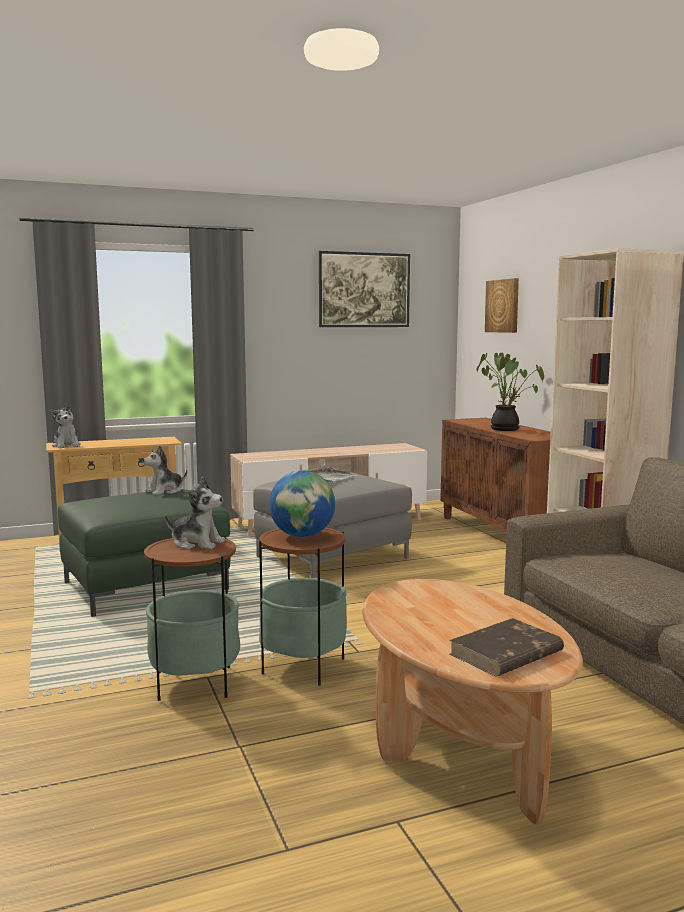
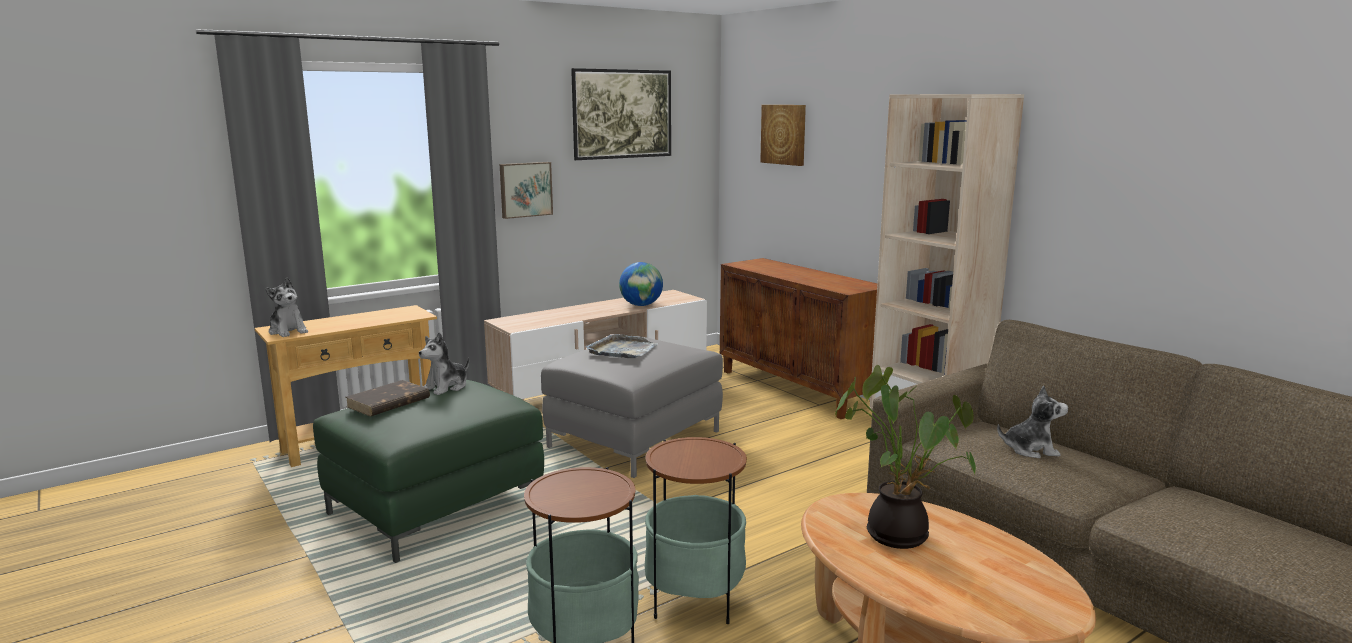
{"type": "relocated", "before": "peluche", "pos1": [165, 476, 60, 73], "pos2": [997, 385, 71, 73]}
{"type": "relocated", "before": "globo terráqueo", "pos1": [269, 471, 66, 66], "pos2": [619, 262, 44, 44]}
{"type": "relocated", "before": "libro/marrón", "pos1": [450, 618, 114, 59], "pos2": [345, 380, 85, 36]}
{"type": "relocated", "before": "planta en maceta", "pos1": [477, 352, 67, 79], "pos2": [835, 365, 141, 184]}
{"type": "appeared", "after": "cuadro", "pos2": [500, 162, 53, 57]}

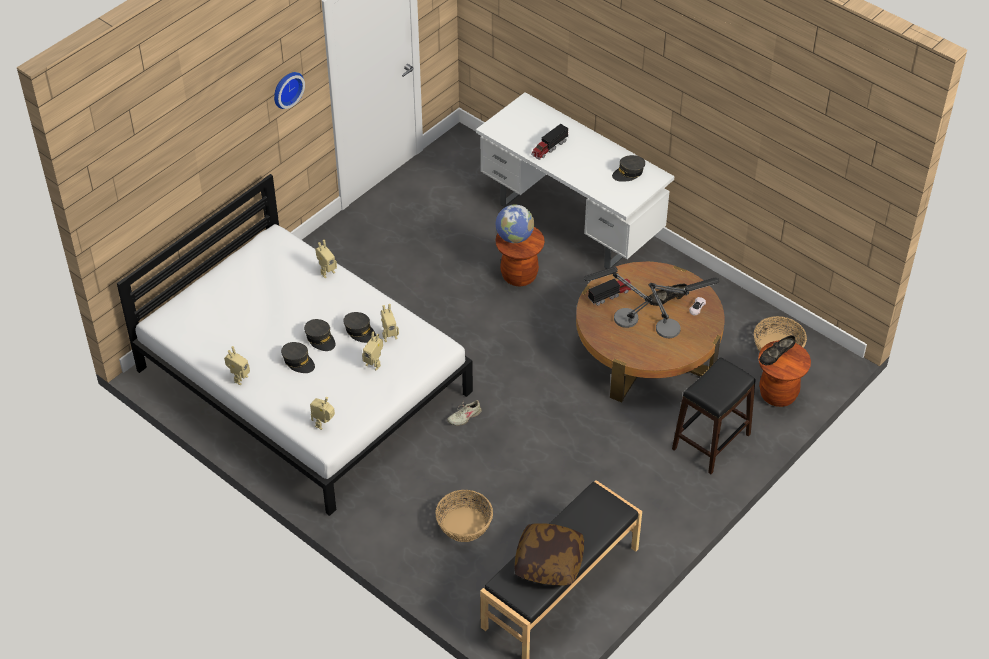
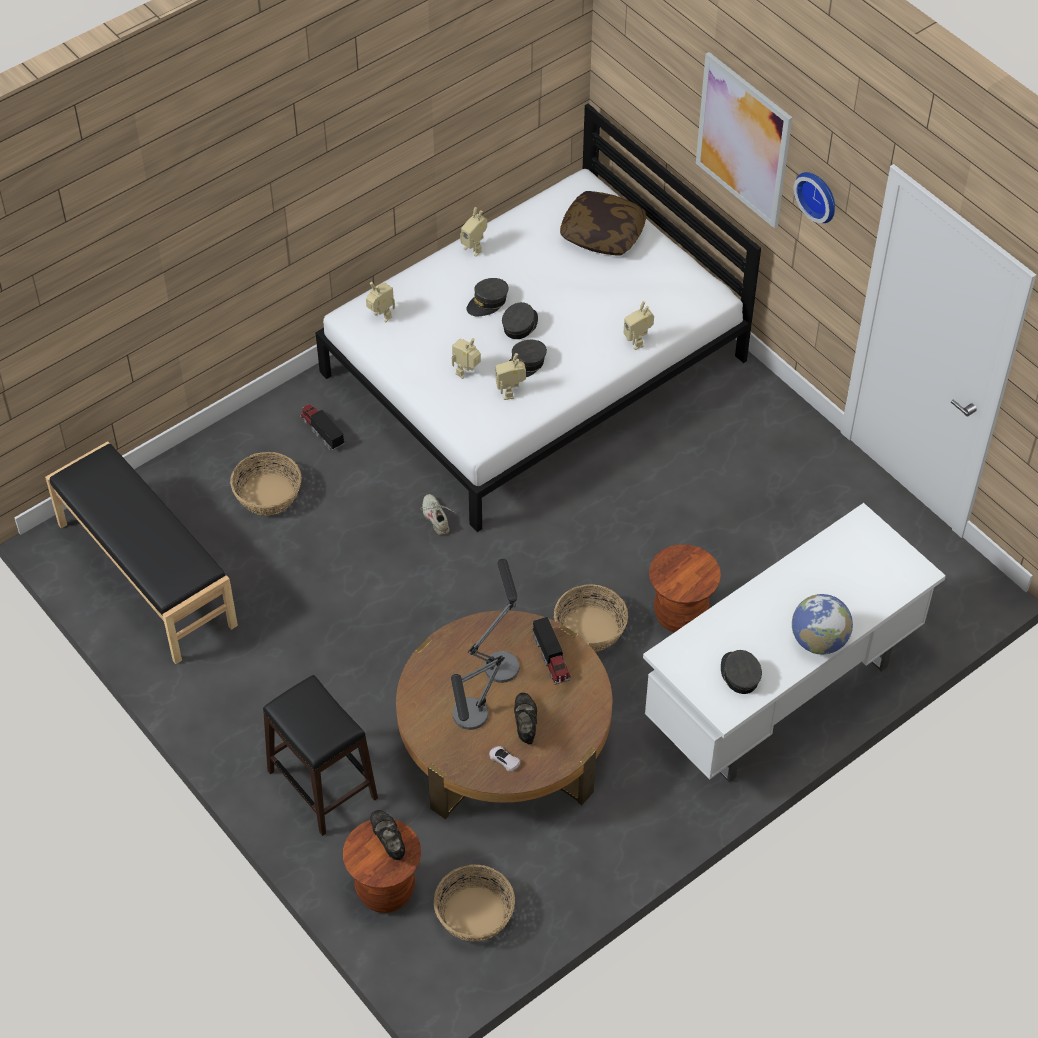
{"type": "spun", "before": "gorra/gris", "pos1": [304, 319, 31, 32], "pos2": [502, 302, 36, 37], "turn": 150}
{"type": "relocated", "before": "globo terráqueo", "pos1": [496, 204, 38, 39], "pos2": [792, 594, 61, 60]}
{"type": "relocated", "before": "cojín", "pos1": [514, 523, 70, 63], "pos2": [560, 191, 86, 64]}
{"type": "relocated", "before": "camión de juguete", "pos1": [531, 124, 38, 36], "pos2": [300, 404, 45, 47]}
{"type": "appeared", "after": "cesta", "pos2": [554, 584, 74, 68]}
{"type": "appeared", "after": "cuadro", "pos2": [696, 52, 96, 176]}

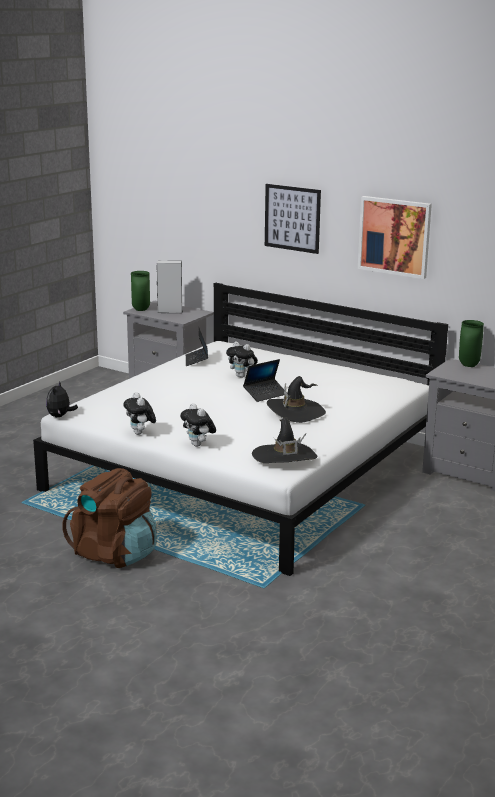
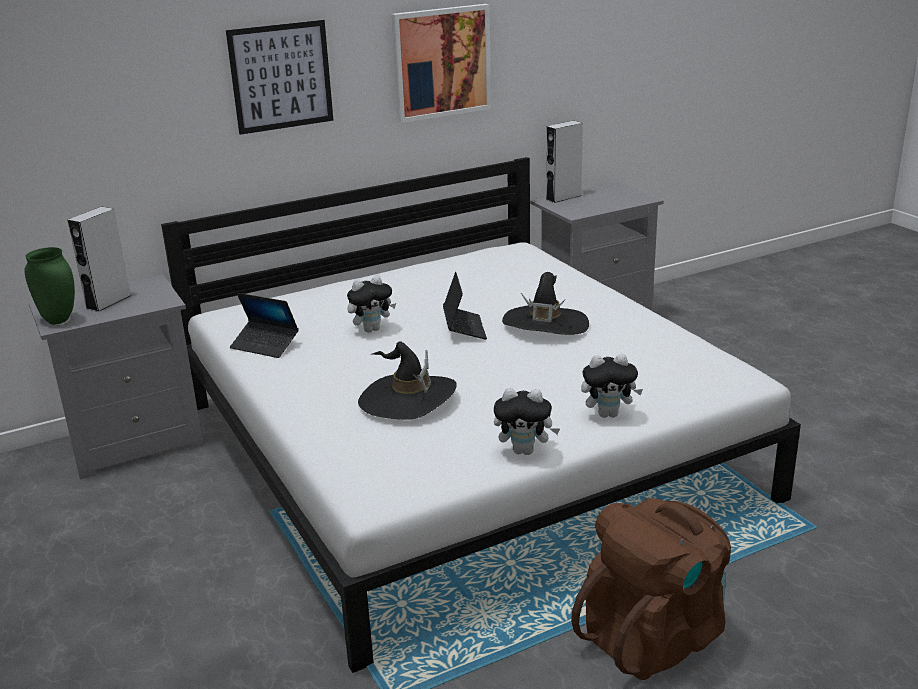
{"type": "missing", "before": "peluche", "pos1": [46, 381, 32, 36]}
{"type": "relocated", "before": "sombrero/negro", "pos1": [252, 417, 66, 46], "pos2": [358, 341, 99, 79]}
{"type": "exchanged", "before": "florero/verde", "after": "altavoz/gris", "pos1": [459, 320, 25, 47], "pos2": [545, 121, 38, 82]}

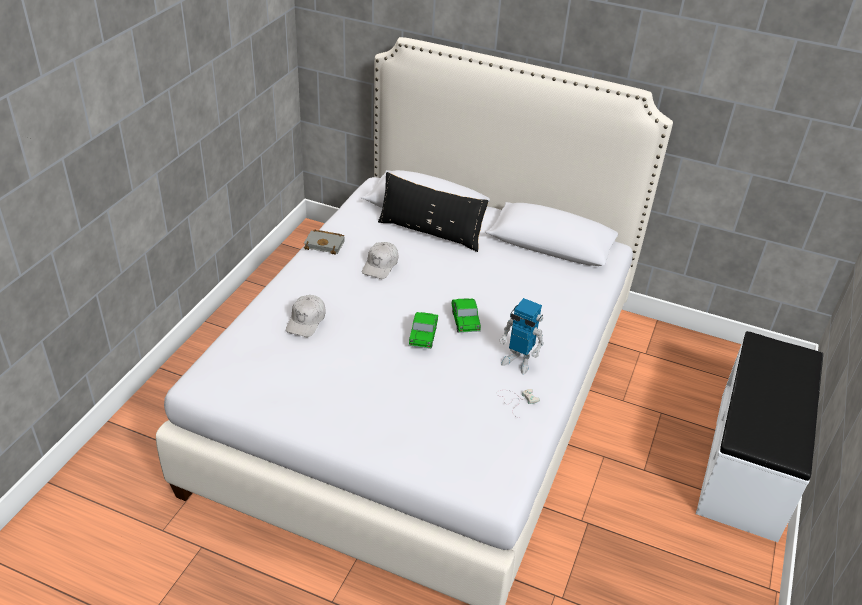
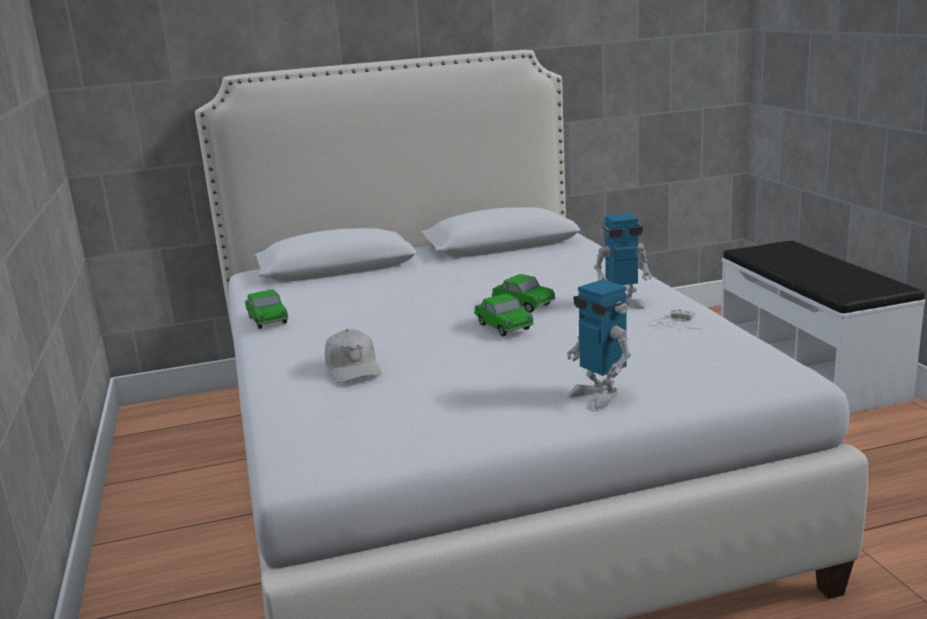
{"type": "exchanged", "before": "libro/gris", "after": "coche de juguete", "pos1": [304, 229, 41, 26], "pos2": [245, 289, 43, 40]}
{"type": "missing", "before": "gorra/blanco", "pos1": [362, 242, 37, 37]}
{"type": "missing", "before": "cojín/negro", "pos1": [378, 172, 111, 80]}
{"type": "appeared", "after": "robot de juguete", "pos2": [567, 279, 64, 130]}

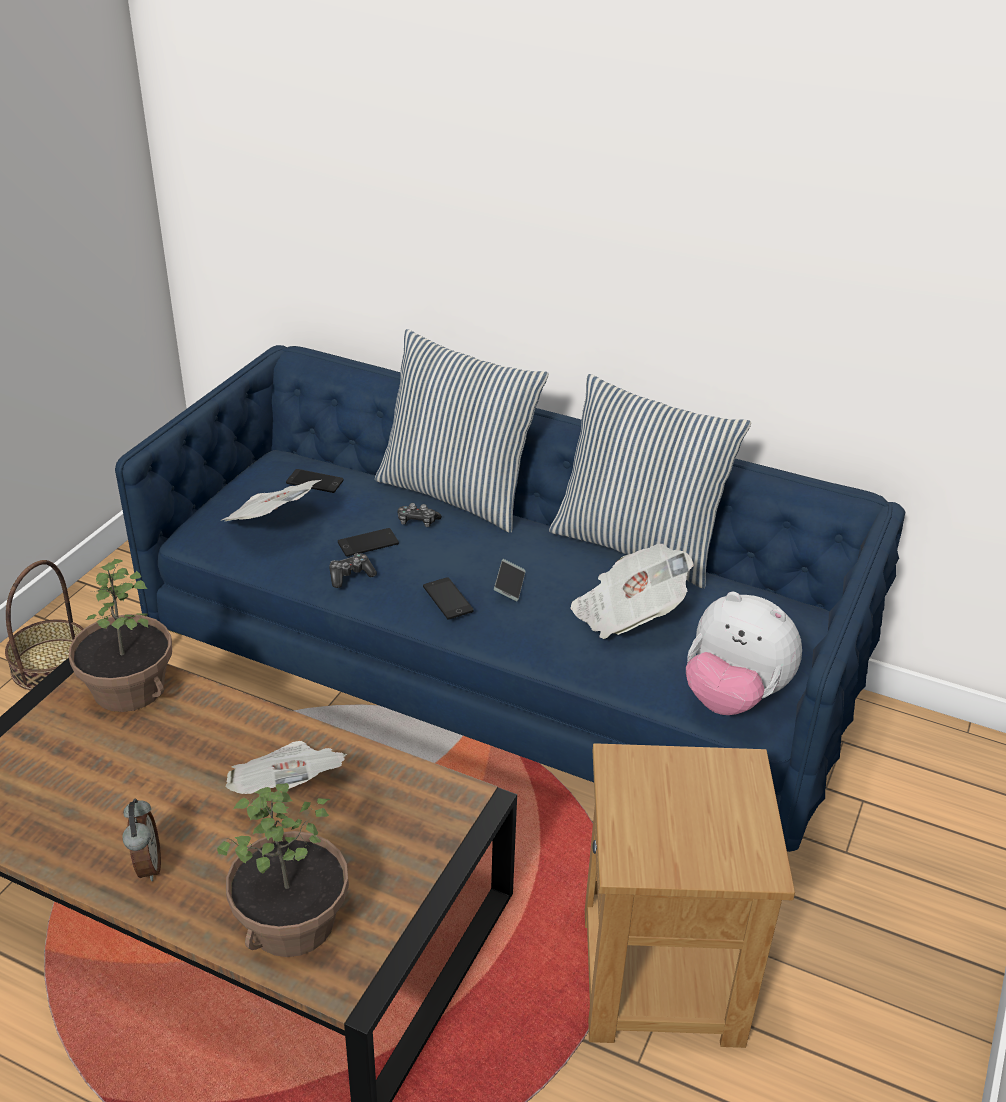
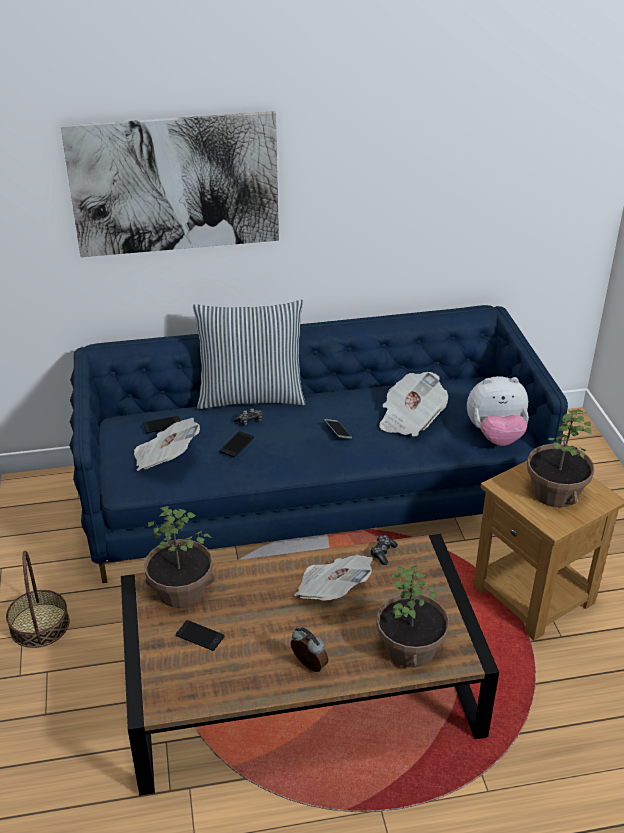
{"type": "relocated", "before": "mando de consola", "pos1": [329, 553, 48, 35], "pos2": [370, 535, 28, 30]}
{"type": "relocated", "before": "móvil", "pos1": [423, 577, 51, 42], "pos2": [176, 620, 48, 31]}
{"type": "missing", "before": "cojín", "pos1": [549, 374, 202, 215]}
{"type": "appeared", "after": "cuadro", "pos2": [61, 111, 218, 146]}
{"type": "appeared", "after": "planta en maceta", "pos2": [527, 409, 68, 99]}

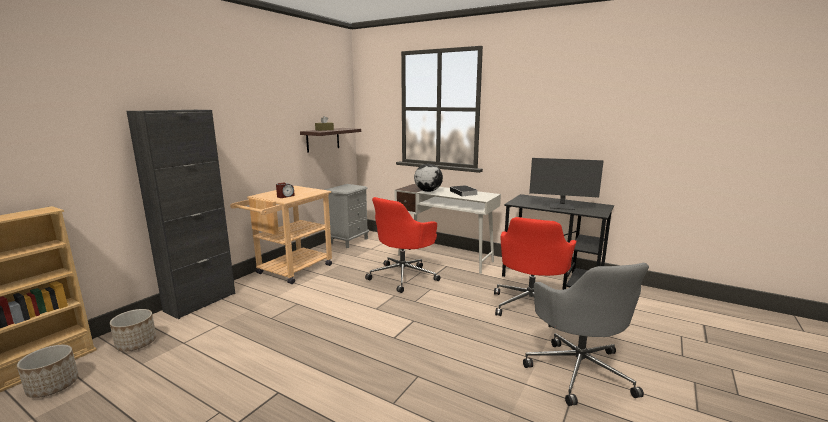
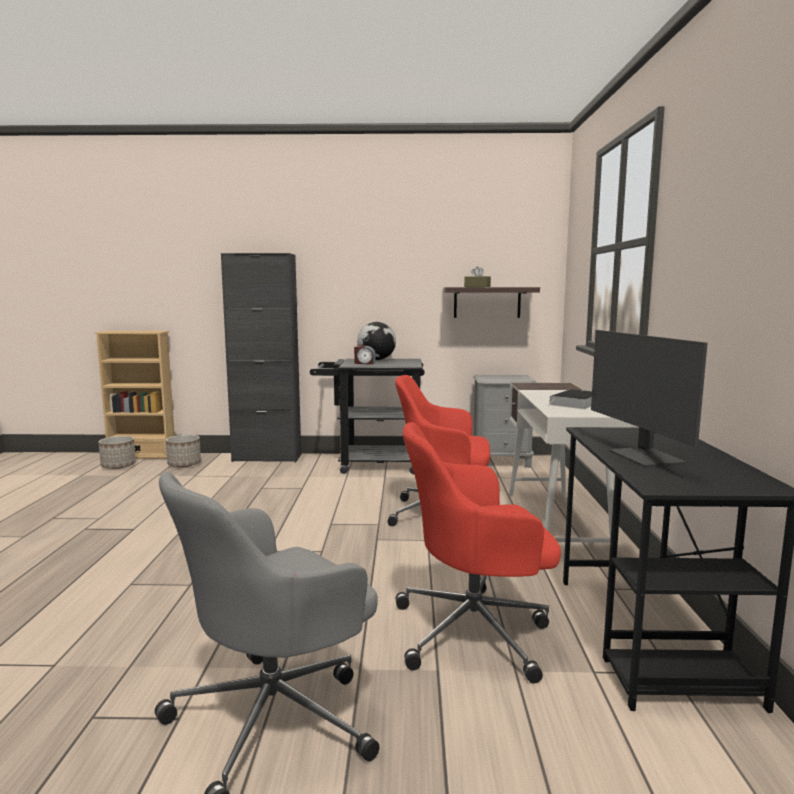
{"type": "colour", "before": "carrito/beis", "after": "carrito/negro", "pos1": [230, 186, 102, 98], "pos2": [310, 359, 115, 115]}
{"type": "relocated", "before": "globo terráqueo", "pos1": [414, 164, 29, 28], "pos2": [357, 322, 39, 38]}

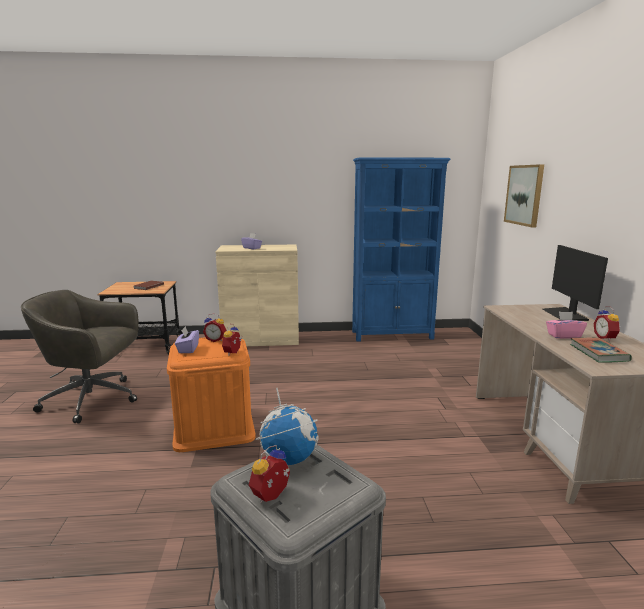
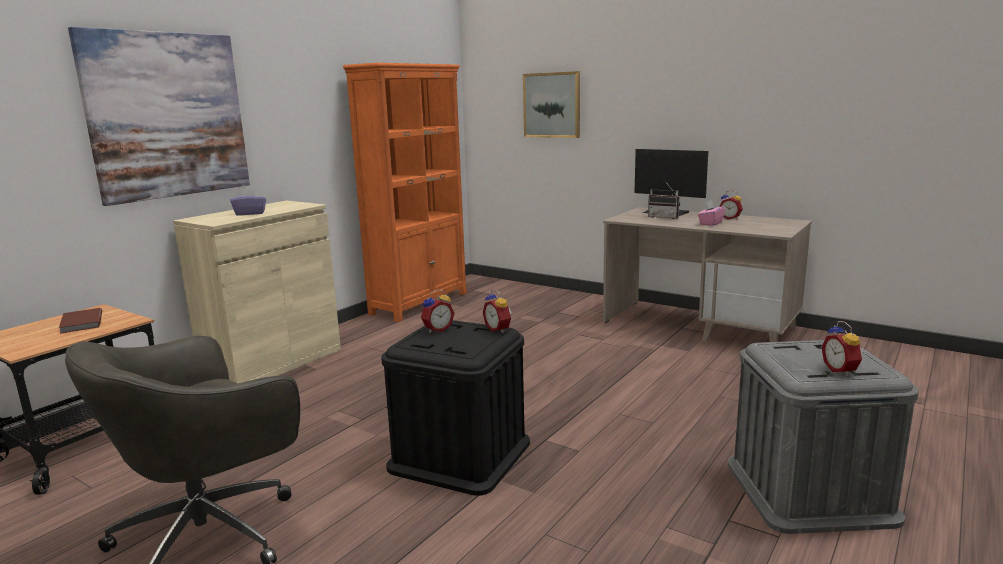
{"type": "colour", "before": "caja de almacenaje/naranja", "after": "caja de almacenaje/negro", "pos1": [167, 337, 89, 115], "pos2": [381, 320, 149, 176]}
{"type": "missing", "before": "caja de pañuelos/morado", "pos1": [175, 326, 24, 27]}
{"type": "missing", "before": "globo terráqueo", "pos1": [256, 388, 63, 77]}
{"type": "colour", "before": "estantería/azul", "after": "estantería/naranja", "pos1": [352, 157, 99, 185], "pos2": [343, 63, 124, 259]}
{"type": "missing", "before": "libro", "pos1": [570, 338, 62, 25]}
{"type": "appeared", "after": "cuadro", "pos2": [68, 27, 182, 179]}
{"type": "appeared", "after": "radio", "pos2": [648, 181, 32, 38]}

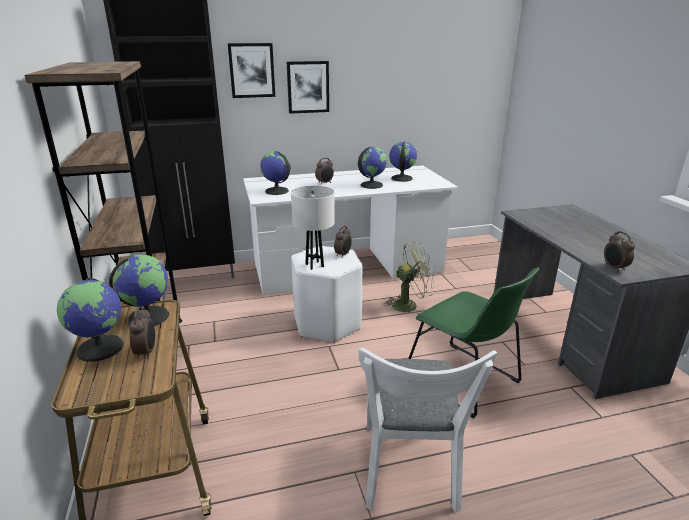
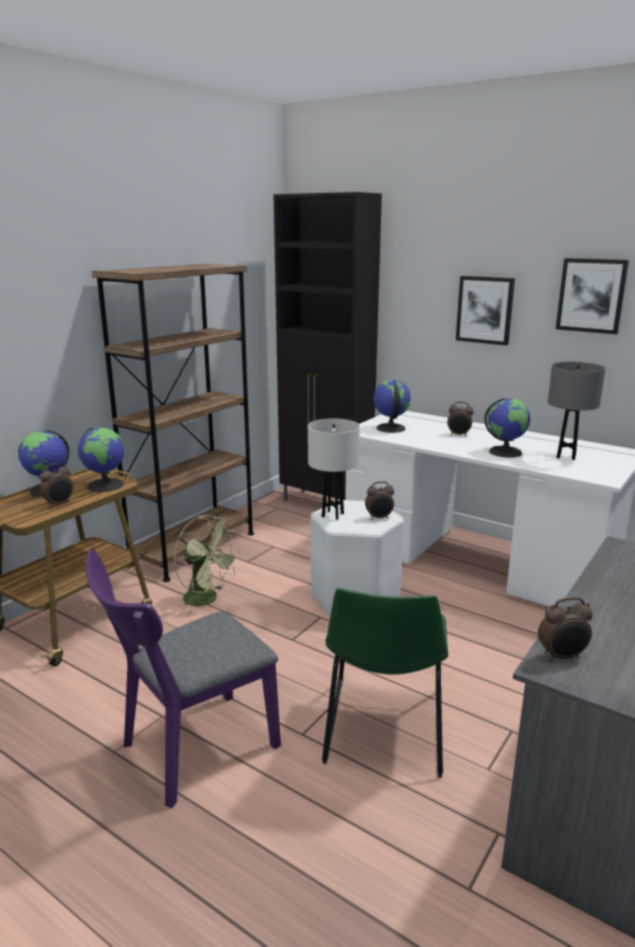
{"type": "relocated", "before": "cuadro", "pos1": [227, 43, 48, 55], "pos2": [556, 258, 73, 76]}
{"type": "colour", "before": "silla/blanco", "after": "silla/morado", "pos1": [358, 348, 140, 165], "pos2": [85, 550, 196, 258]}
{"type": "relocated", "before": "ventilador/verde", "pos1": [383, 242, 52, 72], "pos2": [174, 515, 67, 99]}
{"type": "exchanged", "before": "globo terráqueo", "after": "lámpara de mesa/gris", "pos1": [389, 141, 28, 41], "pos2": [548, 362, 58, 98]}
{"type": "spun", "before": "despertador", "pos1": [604, 231, 31, 41], "pos2": [538, 596, 55, 66], "turn": -135}

